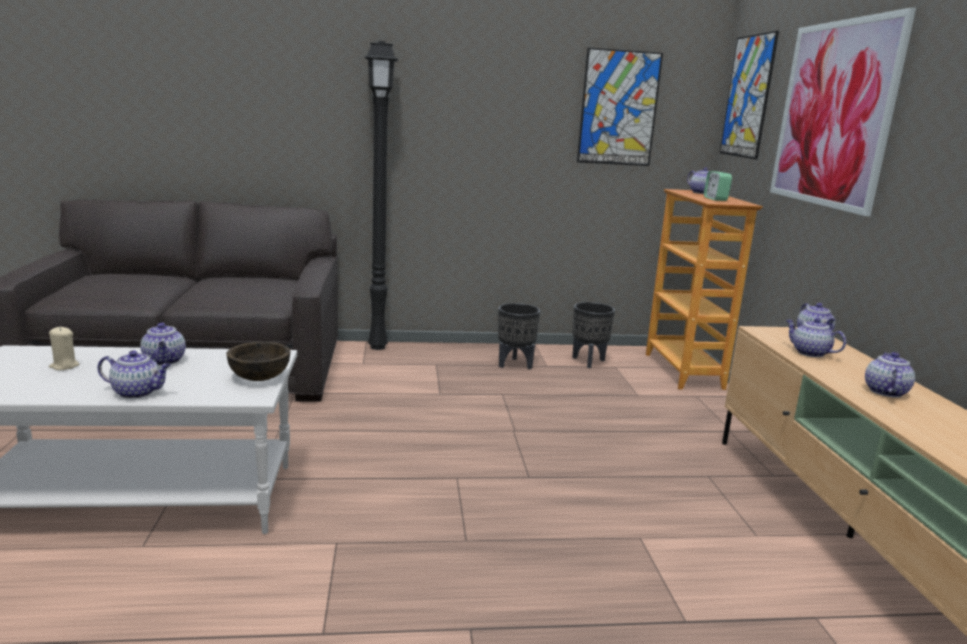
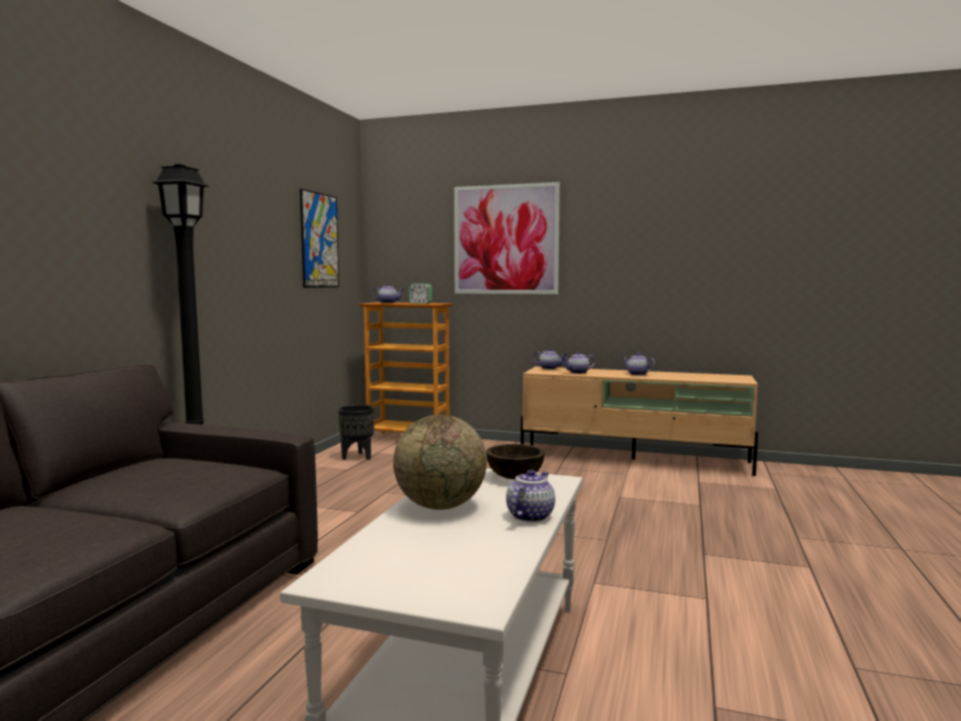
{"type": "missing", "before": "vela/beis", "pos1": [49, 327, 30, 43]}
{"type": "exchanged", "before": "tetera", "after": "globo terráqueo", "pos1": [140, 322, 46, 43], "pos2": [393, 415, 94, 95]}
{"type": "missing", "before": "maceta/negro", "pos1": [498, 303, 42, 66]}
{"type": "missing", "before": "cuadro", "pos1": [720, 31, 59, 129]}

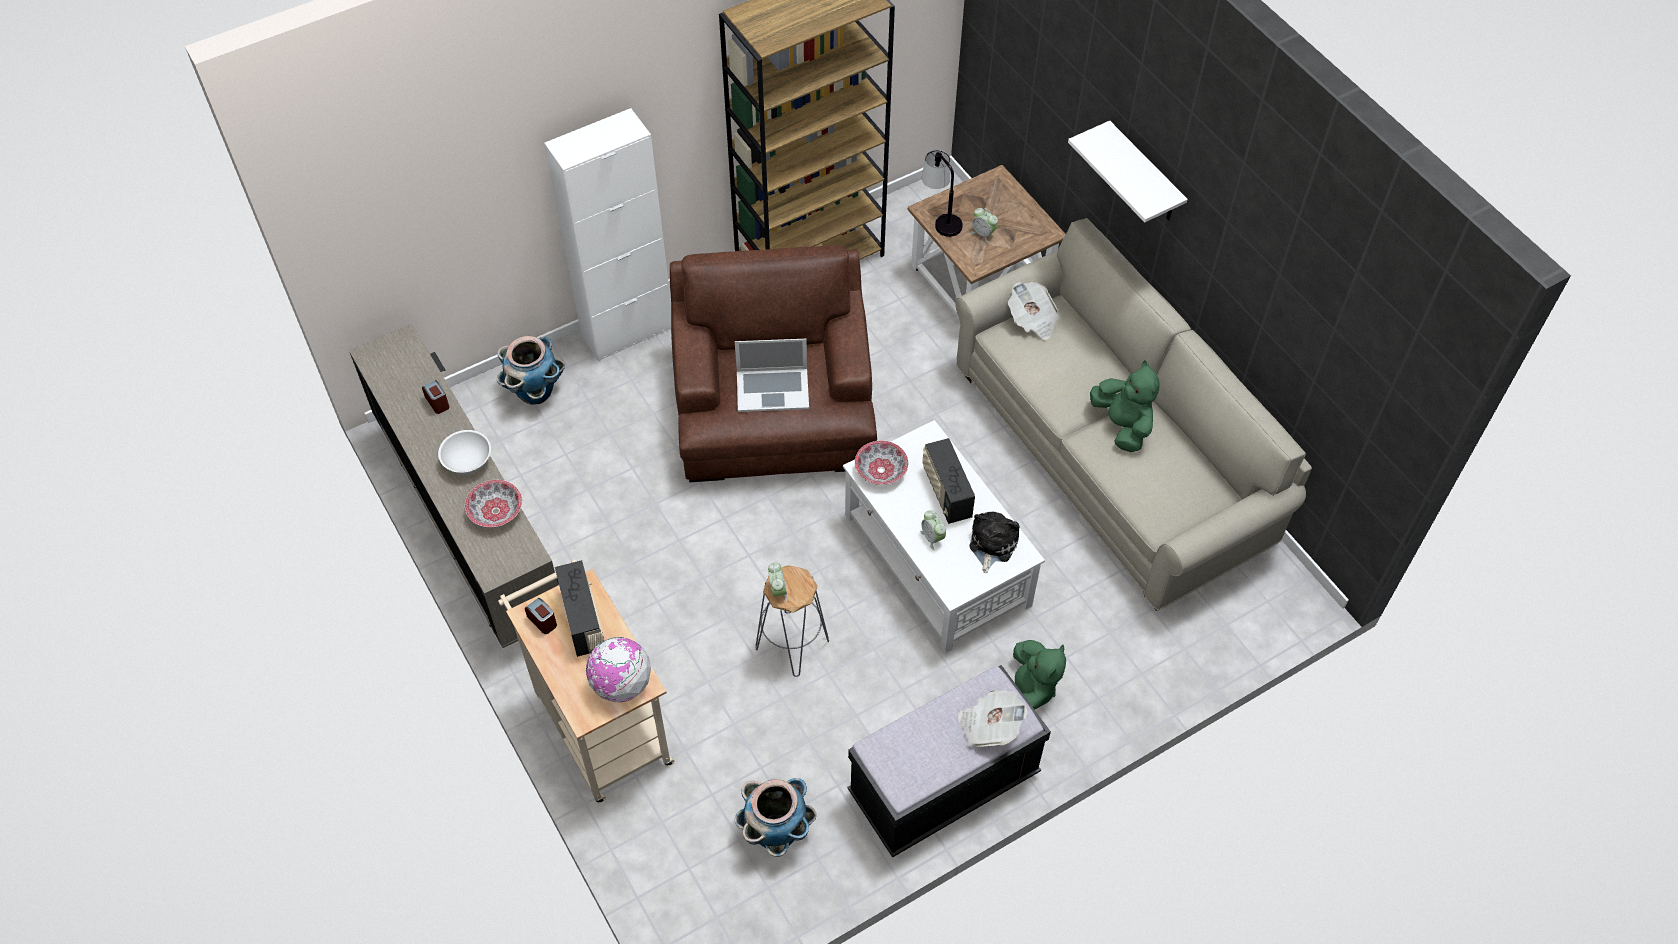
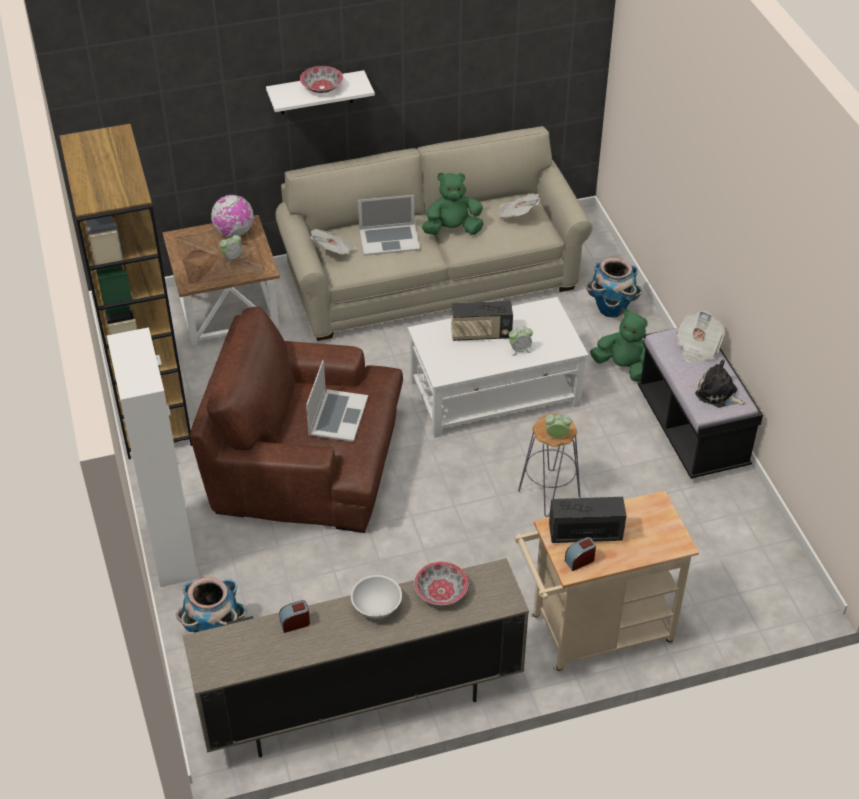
{"type": "relocated", "before": "globo terráqueo", "pos1": [586, 637, 65, 65], "pos2": [211, 195, 43, 42]}
{"type": "relocated", "before": "maceta", "pos1": [734, 778, 83, 79], "pos2": [585, 257, 57, 60]}
{"type": "relocated", "before": "cuenco", "pos1": [855, 440, 53, 45], "pos2": [300, 66, 43, 27]}
{"type": "missing", "before": "lámpara de mesa", "pos1": [922, 150, 41, 87]}
{"type": "relocated", "before": "peluche", "pos1": [969, 511, 50, 62], "pos2": [695, 359, 51, 49]}
{"type": "appeared", "after": "portátil", "pos2": [358, 195, 62, 61]}
{"type": "appeared", "after": "periódico", "pos2": [497, 194, 43, 24]}

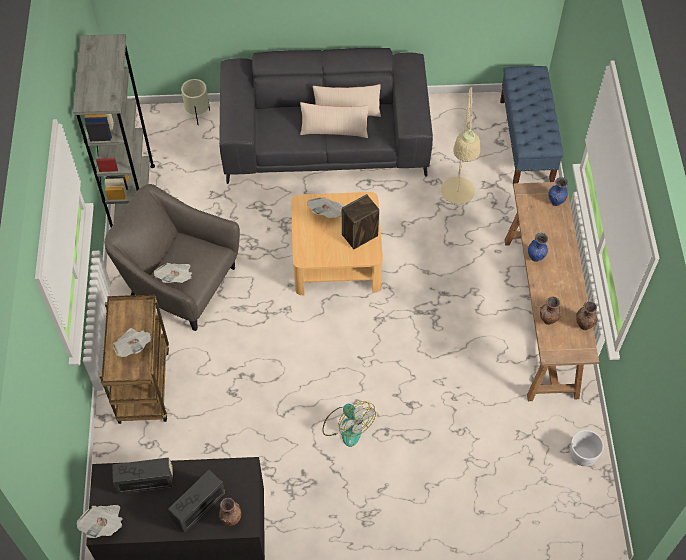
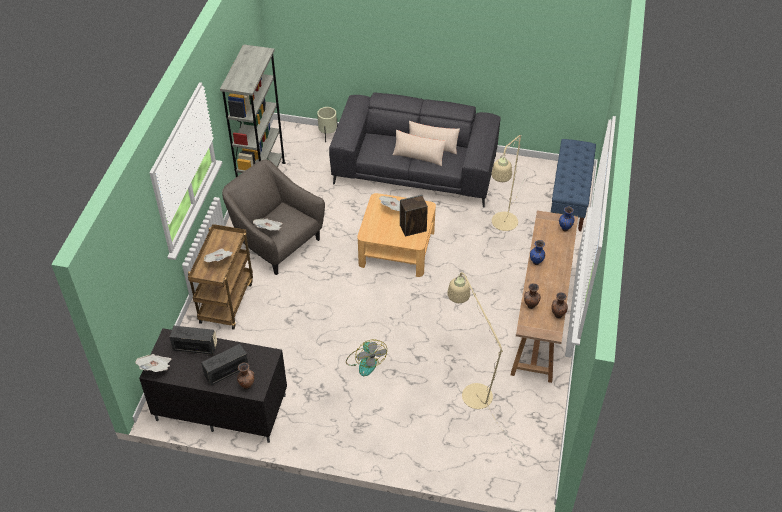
{"type": "missing", "before": "maceta/blanco", "pos1": [570, 430, 34, 36]}
{"type": "appeared", "after": "lámpara de pie/beis", "pos2": [448, 272, 78, 188]}

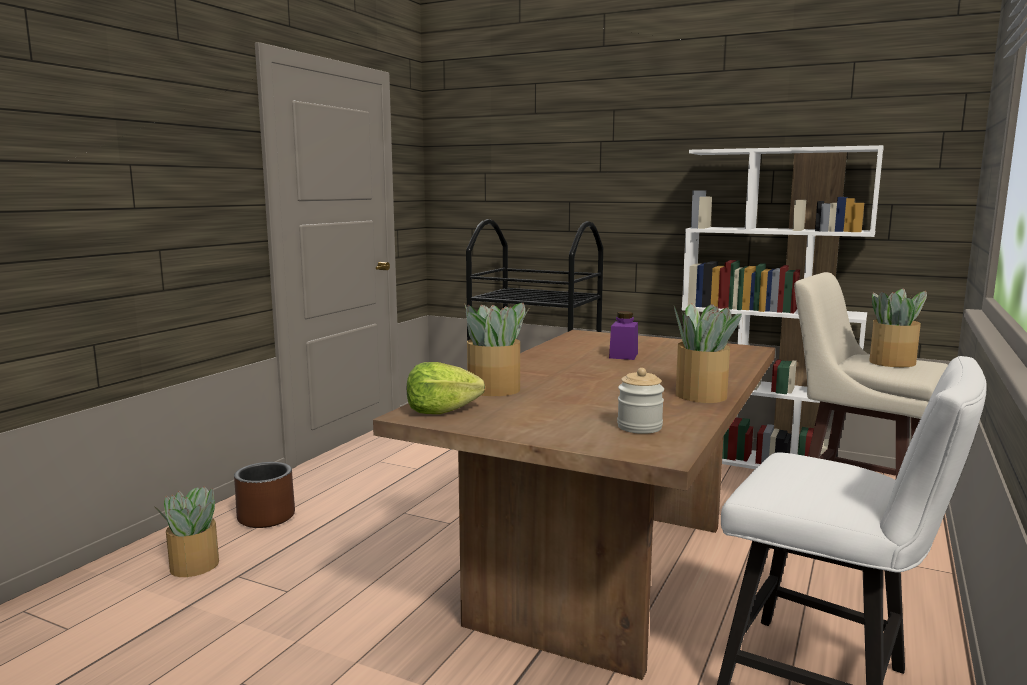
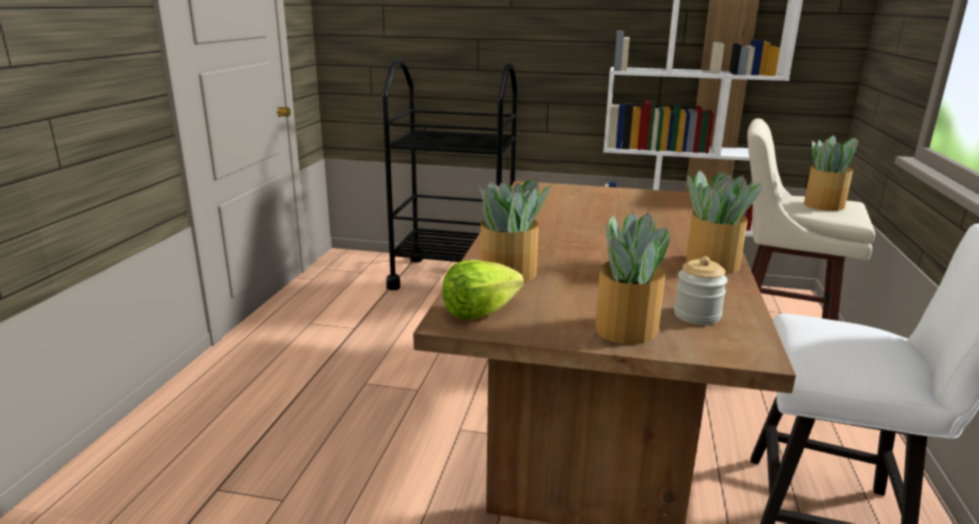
{"type": "relocated", "before": "planta en maceta", "pos1": [153, 486, 66, 91], "pos2": [595, 212, 77, 133]}
{"type": "missing", "before": "maceta/marrón", "pos1": [234, 462, 61, 66]}
{"type": "missing", "before": "tarro/morado", "pos1": [609, 311, 29, 49]}

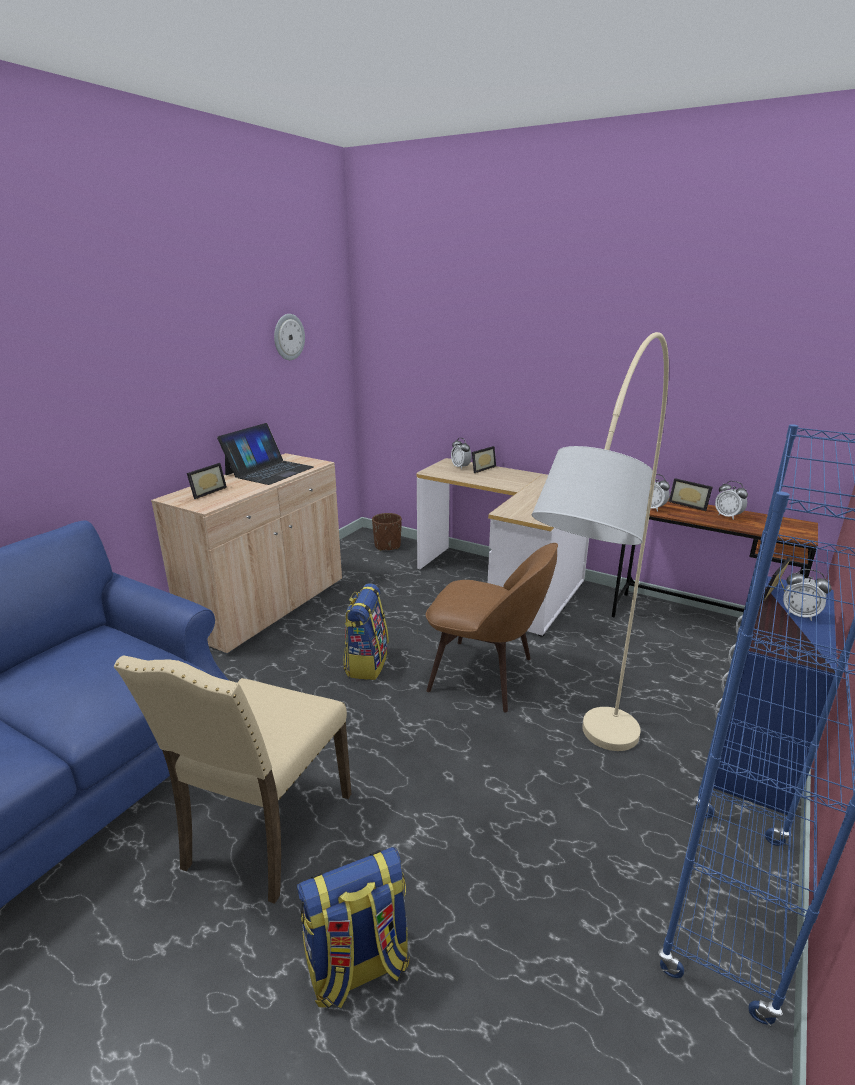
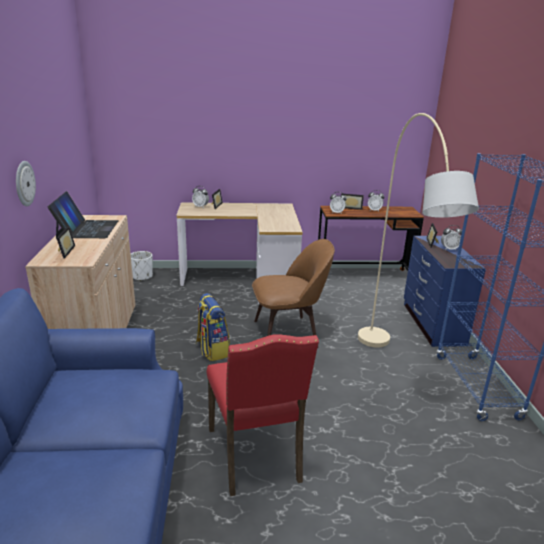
{"type": "colour", "before": "silla/beis", "after": "silla/rojo", "pos1": [114, 655, 237, 249], "pos2": [207, 334, 112, 162]}
{"type": "relocated", "before": "reloj de pared", "pos1": [274, 314, 31, 46], "pos2": [16, 161, 20, 45]}
{"type": "missing", "before": "mochila", "pos1": [297, 847, 113, 161]}
{"type": "colour", "before": "maceta/marrón", "after": "maceta/blanco", "pos1": [372, 513, 30, 38], "pos2": [131, 251, 22, 30]}

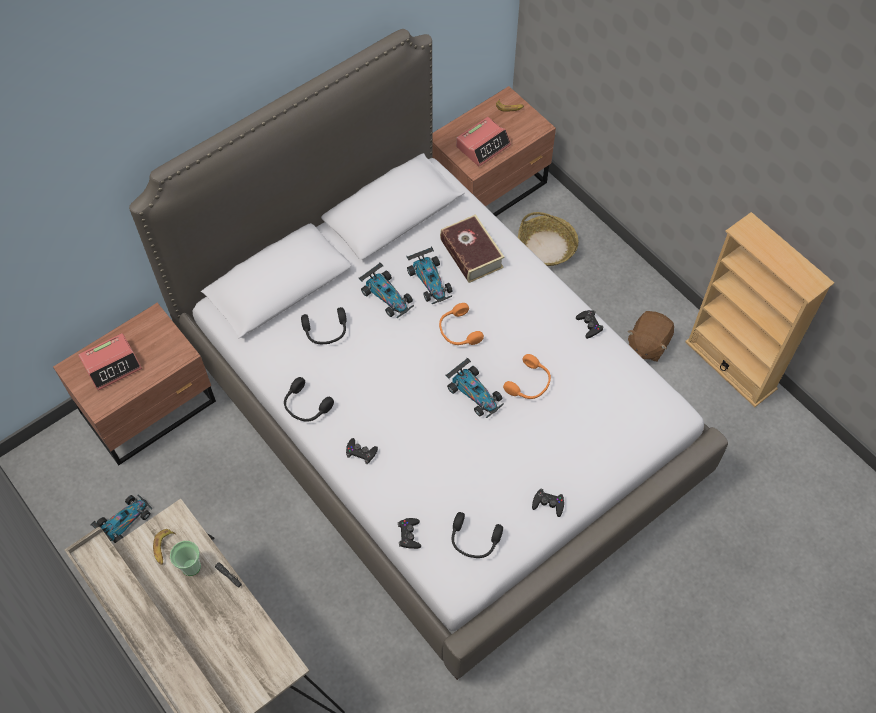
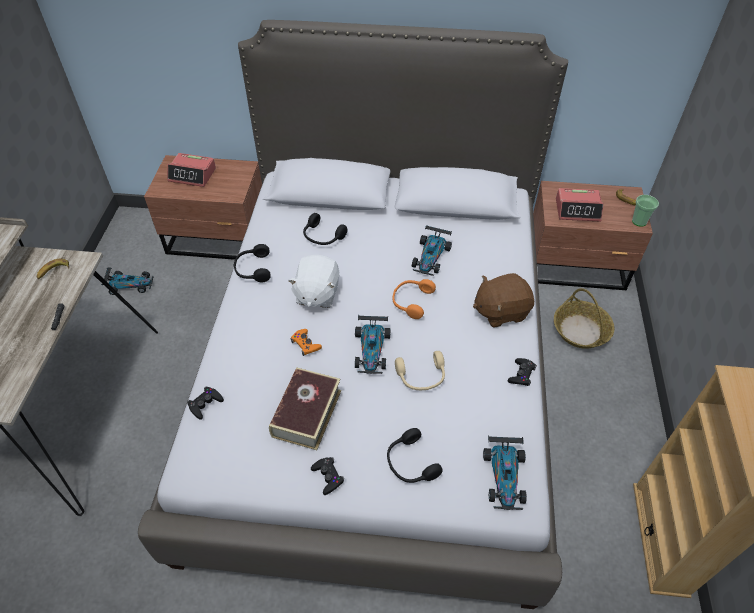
{"type": "relocated", "before": "taza", "pos1": [170, 541, 31, 35], "pos2": [632, 195, 27, 32]}
{"type": "missing", "before": "mando de consola/negro", "pos1": [346, 438, 32, 26]}
{"type": "relocated", "before": "coche de juguete", "pos1": [358, 262, 56, 56], "pos2": [483, 435, 44, 75]}
{"type": "relocated", "before": "libro", "pos1": [440, 214, 65, 69], "pos2": [269, 367, 72, 83]}
{"type": "relocated", "before": "auriculares/negro", "pos1": [452, 512, 51, 46], "pos2": [387, 428, 56, 55]}
{"type": "colour", "before": "auriculares/naranja", "after": "auriculares/beis", "pos1": [503, 354, 48, 45], "pos2": [395, 351, 50, 39]}
{"type": "relocated", "before": "peluche/marrón", "pos1": [628, 311, 46, 50], "pos2": [473, 273, 61, 55]}
{"type": "appeared", "after": "peluche/blanco", "pos2": [288, 255, 51, 53]}
{"type": "appeared", "after": "mando de consola/naranja", "pos2": [290, 329, 32, 27]}

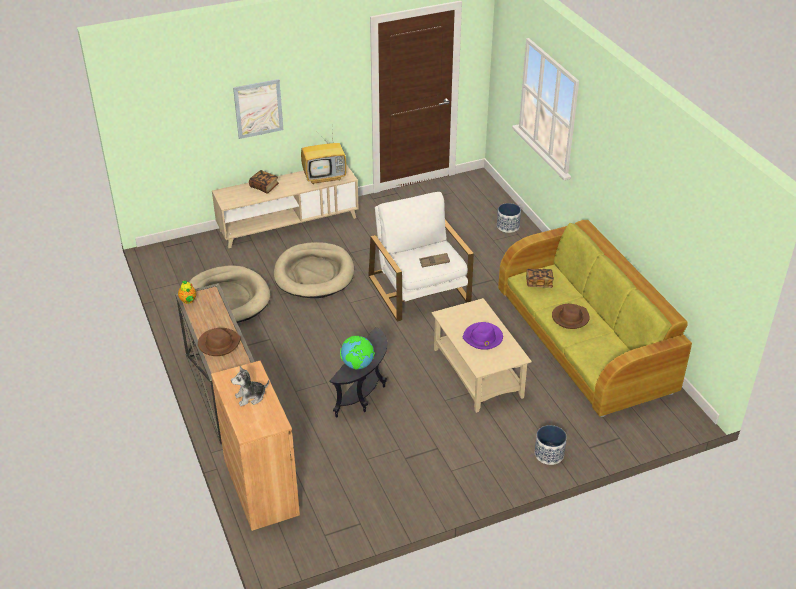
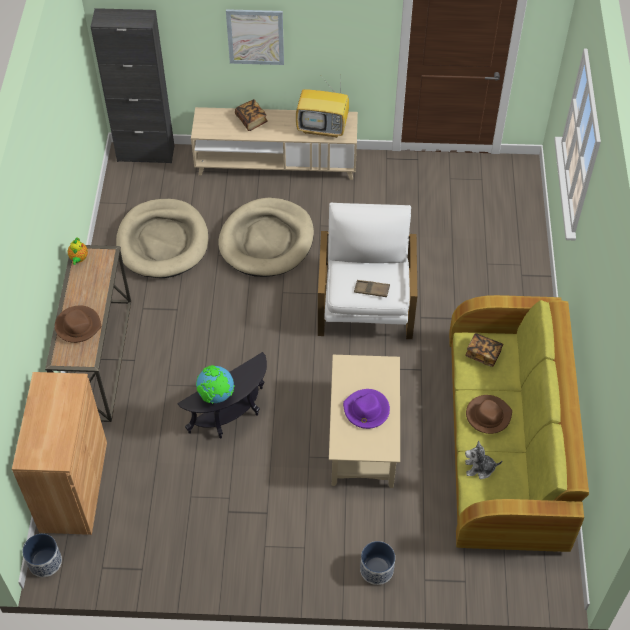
{"type": "relocated", "before": "peluche", "pos1": [231, 366, 38, 40], "pos2": [465, 440, 37, 39]}
{"type": "relocated", "before": "maceta", "pos1": [497, 203, 24, 30], "pos2": [22, 534, 40, 43]}
{"type": "appeared", "after": "armario/negro", "pos2": [91, 8, 83, 156]}

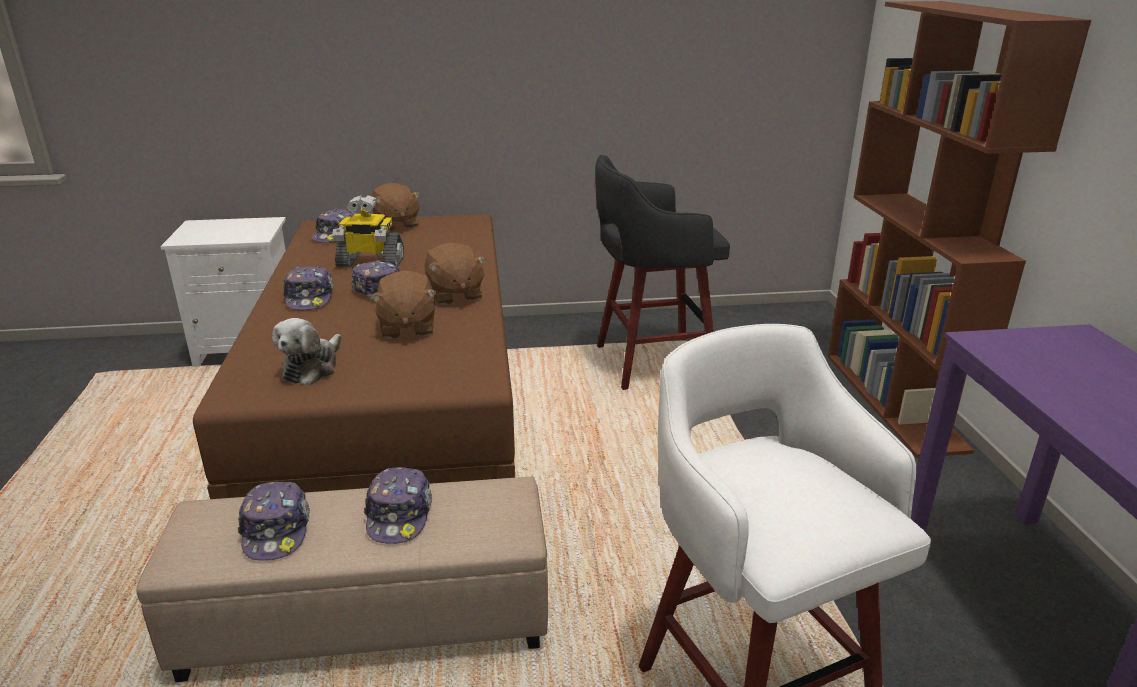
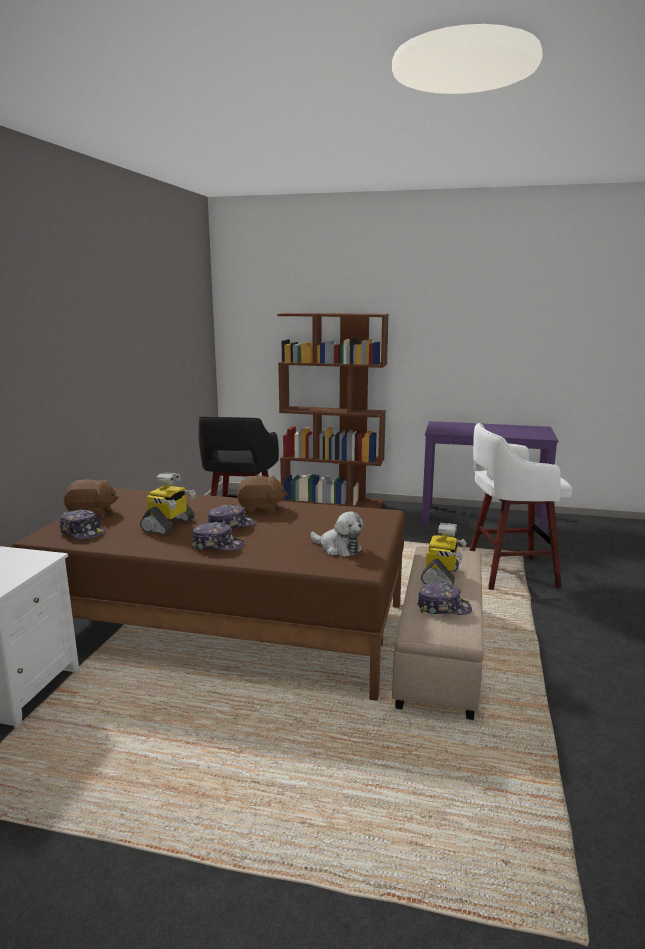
{"type": "exchanged", "before": "gorra", "after": "robot de juguete", "pos1": [364, 467, 68, 77], "pos2": [421, 523, 45, 62]}
{"type": "missing", "before": "peluche/marrón", "pos1": [370, 270, 67, 69]}

